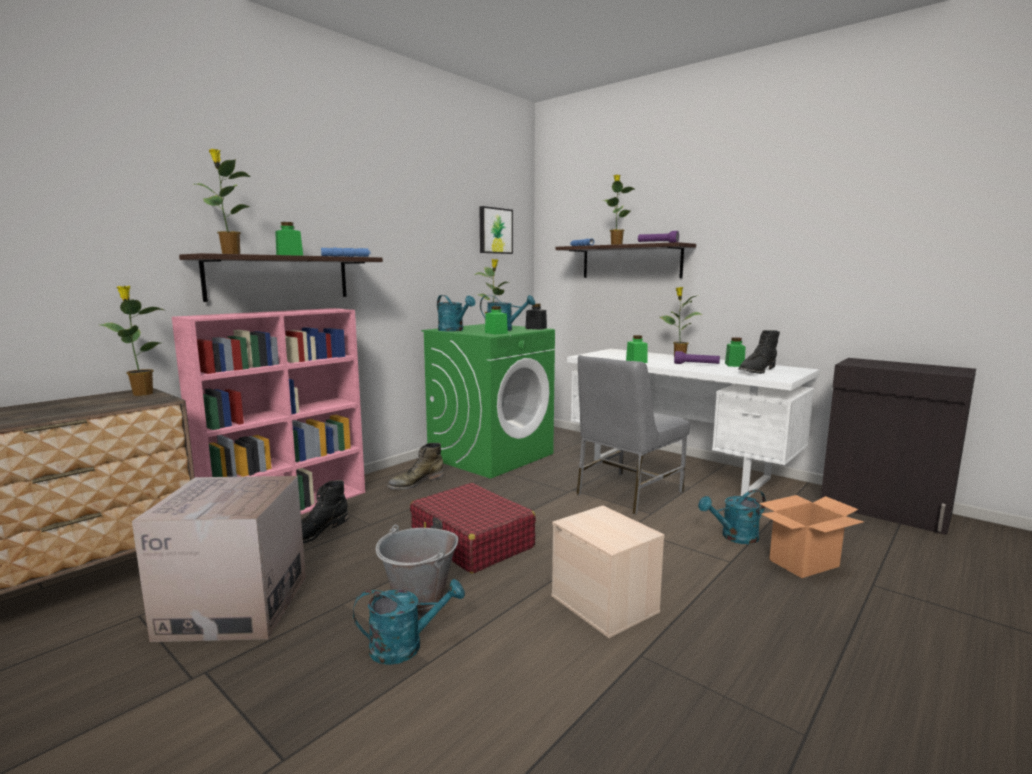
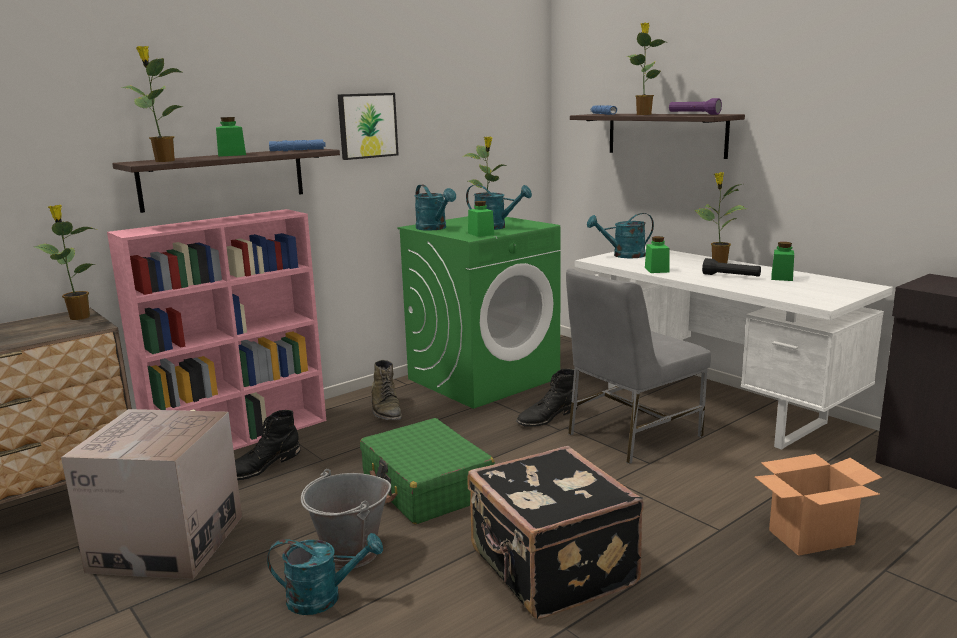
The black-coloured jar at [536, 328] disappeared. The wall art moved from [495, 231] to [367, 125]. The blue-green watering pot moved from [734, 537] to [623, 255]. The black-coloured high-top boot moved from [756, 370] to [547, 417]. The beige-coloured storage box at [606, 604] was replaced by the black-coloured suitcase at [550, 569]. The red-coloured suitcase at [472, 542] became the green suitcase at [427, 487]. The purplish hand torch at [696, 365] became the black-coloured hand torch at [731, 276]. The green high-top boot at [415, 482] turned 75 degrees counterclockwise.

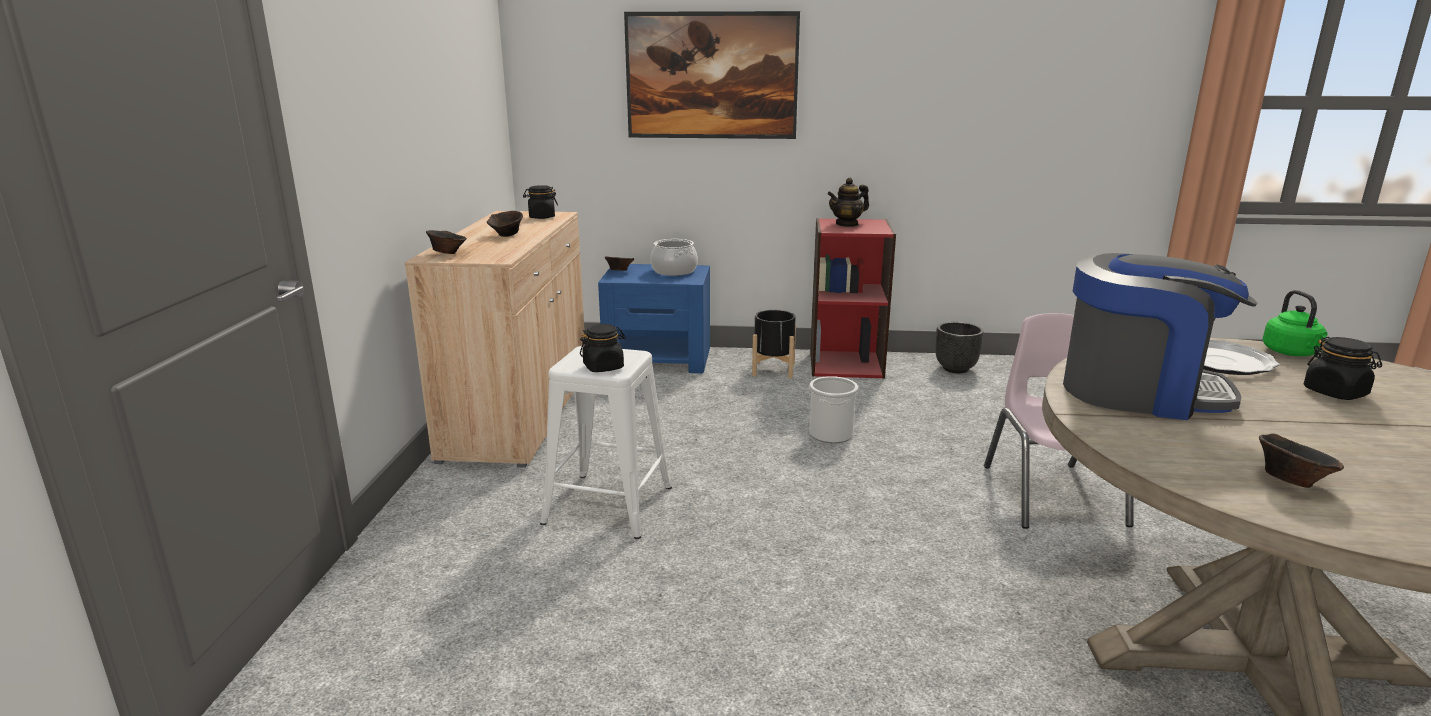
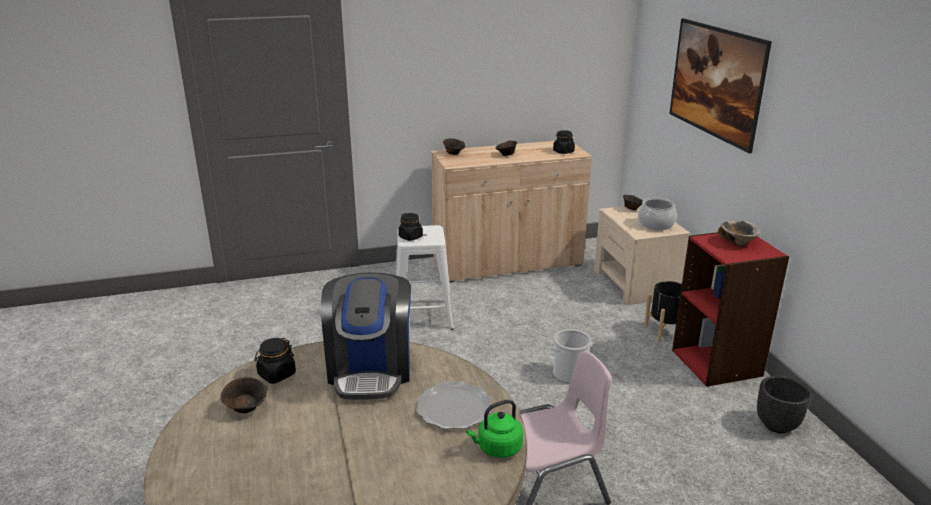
The black-coloured jar moved from [1335, 393] to [276, 374]. The teapot at [847, 224] was replaced by the serving bowl at [738, 242]. The blue night table at [659, 358] became the beige-coloured night table at [636, 283].

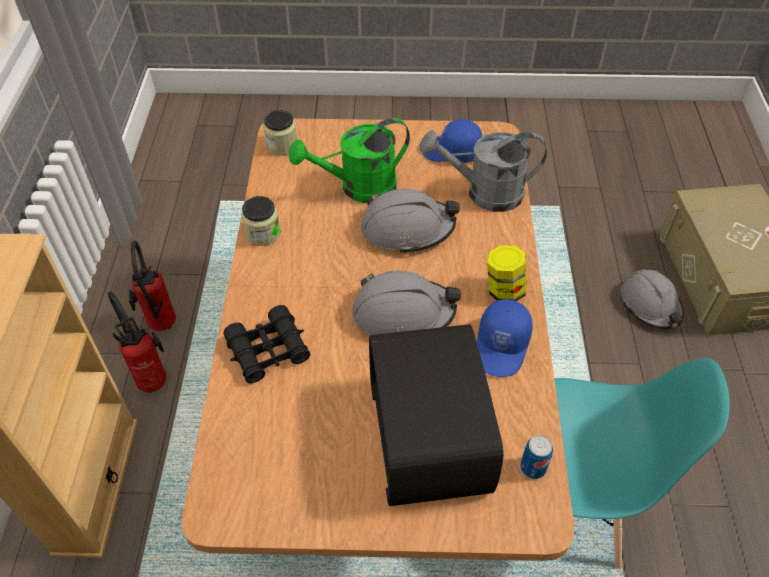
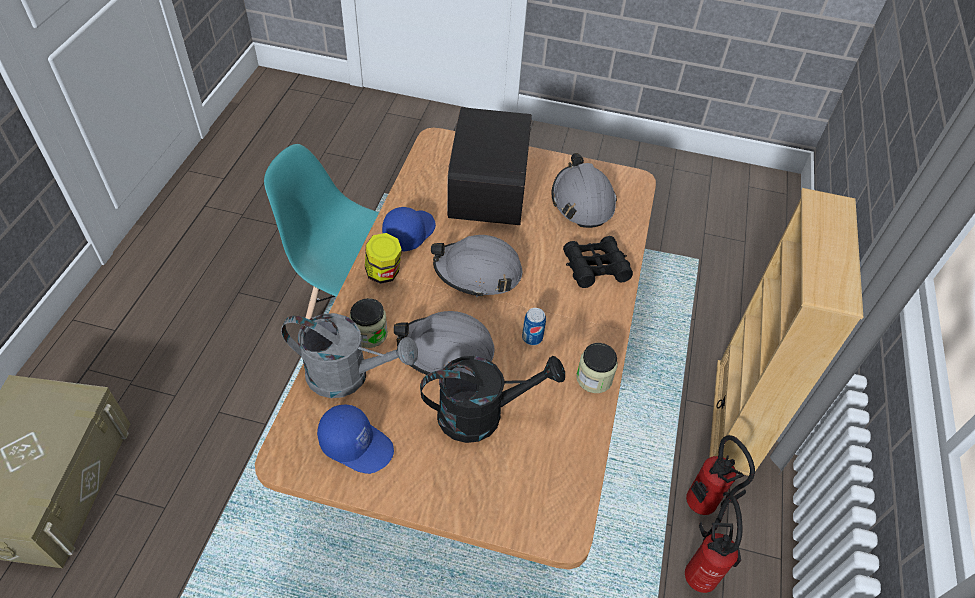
The jar moved from [282, 145] to [369, 334]. The metal can moved from [533, 467] to [532, 338]. The greyish safety helmet moved from [650, 305] to [582, 201]. The green watering pot at [358, 188] became the black-coloured watering pot at [482, 414].

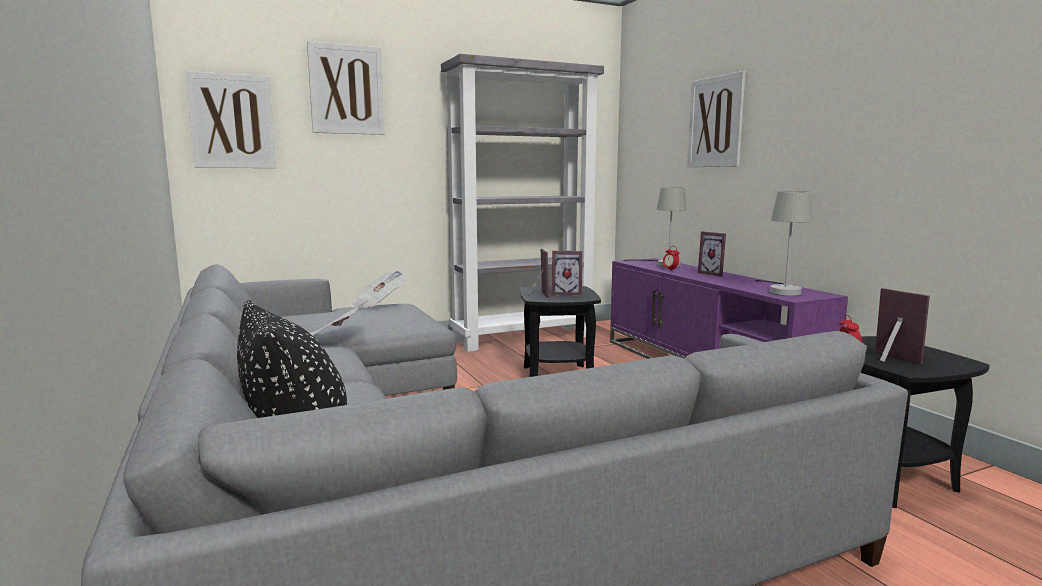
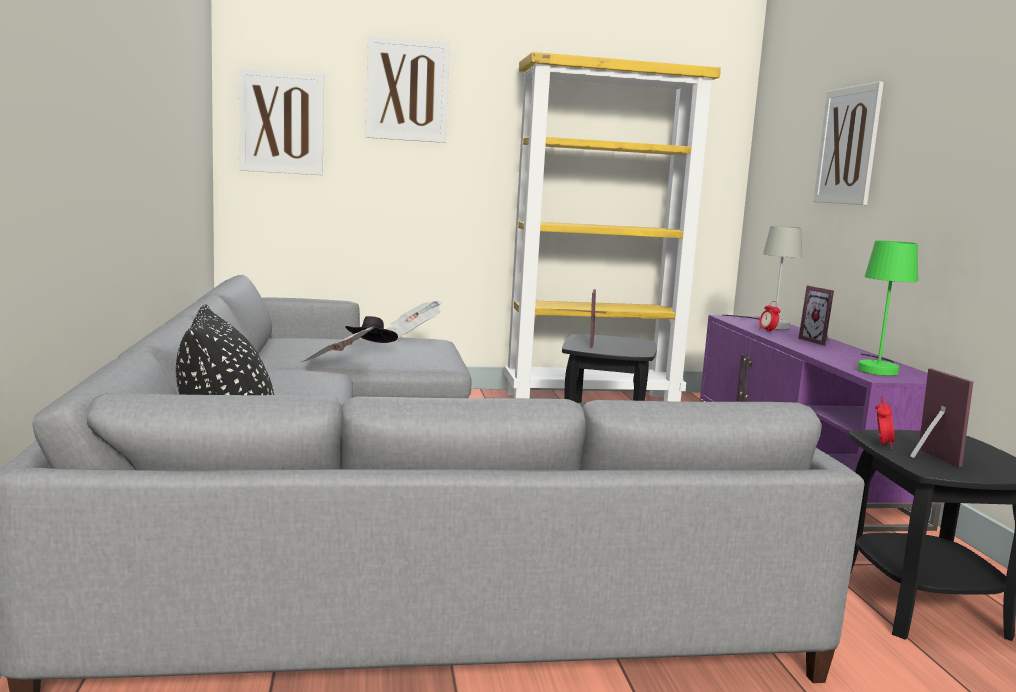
The standing frame at [566, 294] disappeared. The black-coloured clothing hat at [371, 346] appeared. The greyish bookshelf at [523, 338] became the yellow bookshelf at [592, 400]. The greyish table lamp at [783, 291] became the green table lamp at [878, 369].

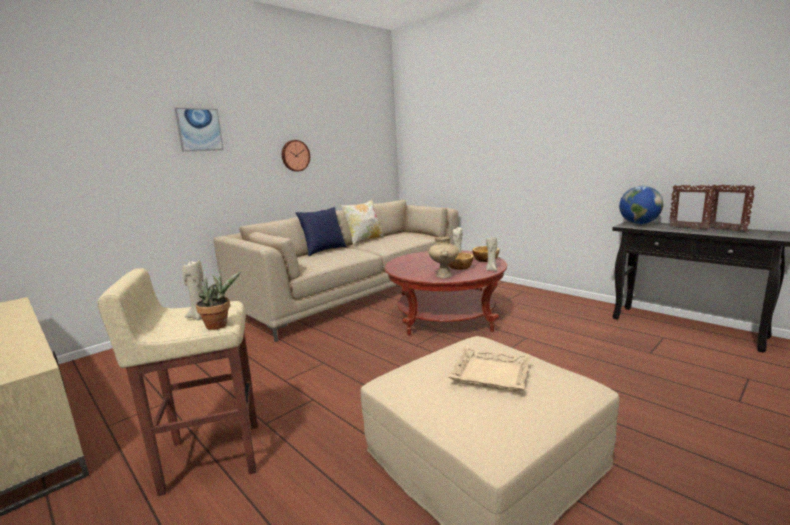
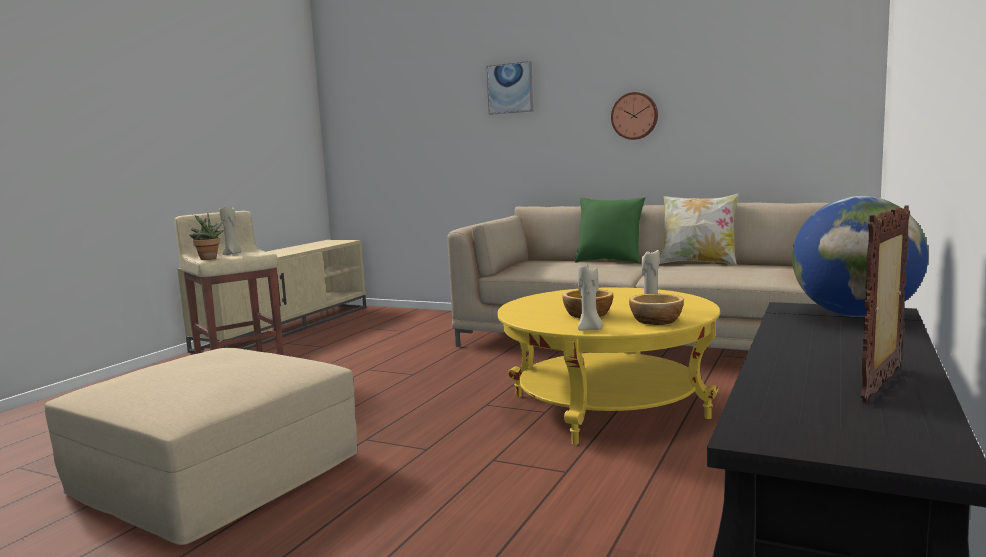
The beige-coloured decorative vase at [443, 275] disappeared. The beige-coloured tray at [491, 374] disappeared. The standing frame at [688, 228] disappeared. The blue throw pillow at [324, 251] became the green throw pillow at [609, 261]. The red-coloured low table at [446, 317] became the yellow low table at [608, 406].

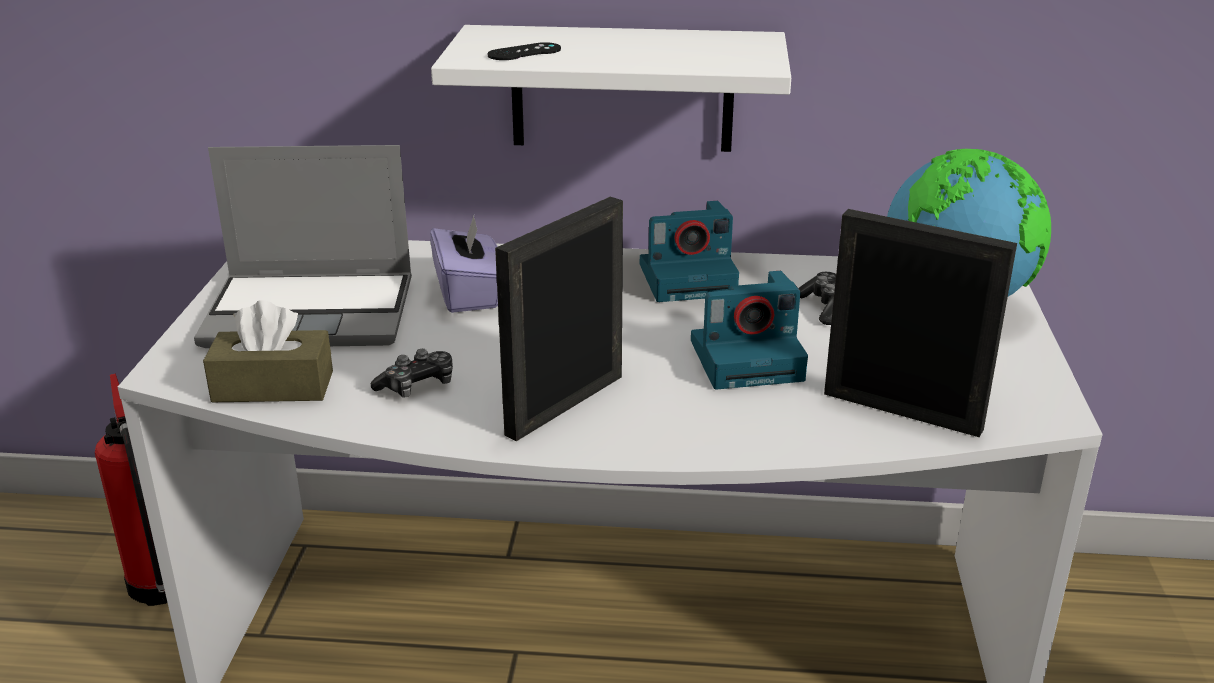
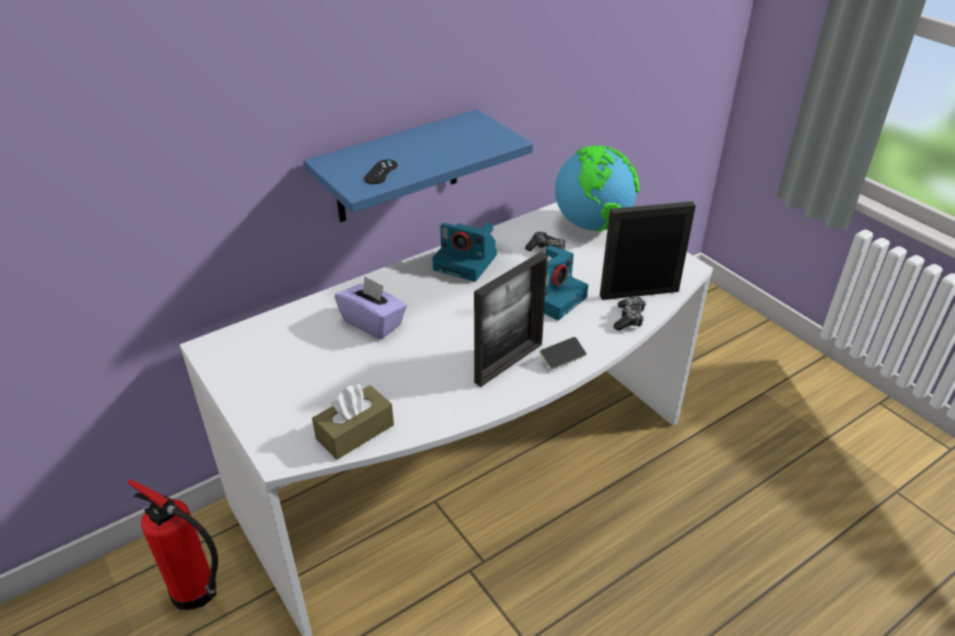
The portable computer at [314, 312] disappeared. The phone at [562, 358] appeared. The joypad moved from [417, 386] to [629, 319]. The white shelf at [622, 89] became the blue shelf at [397, 167]. The standing frame at [565, 405] turned 135 degrees counterclockwise. The photo camera at [689, 278] turned 75 degrees clockwise.

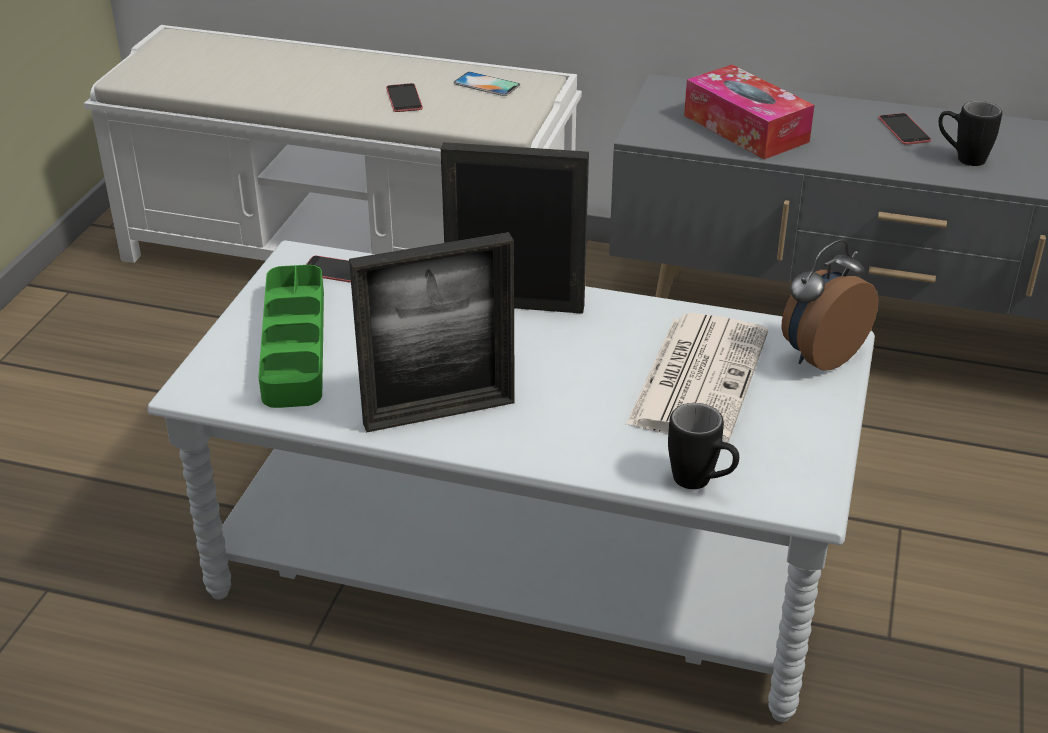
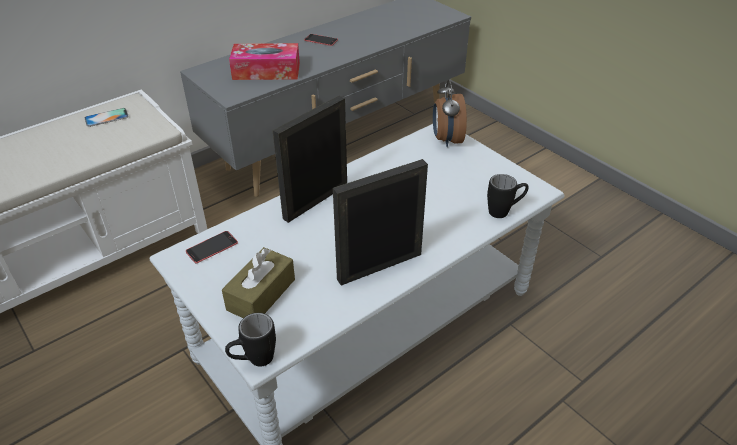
The phone at [404, 98] disappeared. The printed paper at [698, 377] disappeared. The black-coloured coffee mug moved from [961, 158] to [254, 361]. The green tray at [294, 343] was replaced by the brown tissue box at [261, 294]. The standing frame at [439, 413] turned 135 degrees counterclockwise.

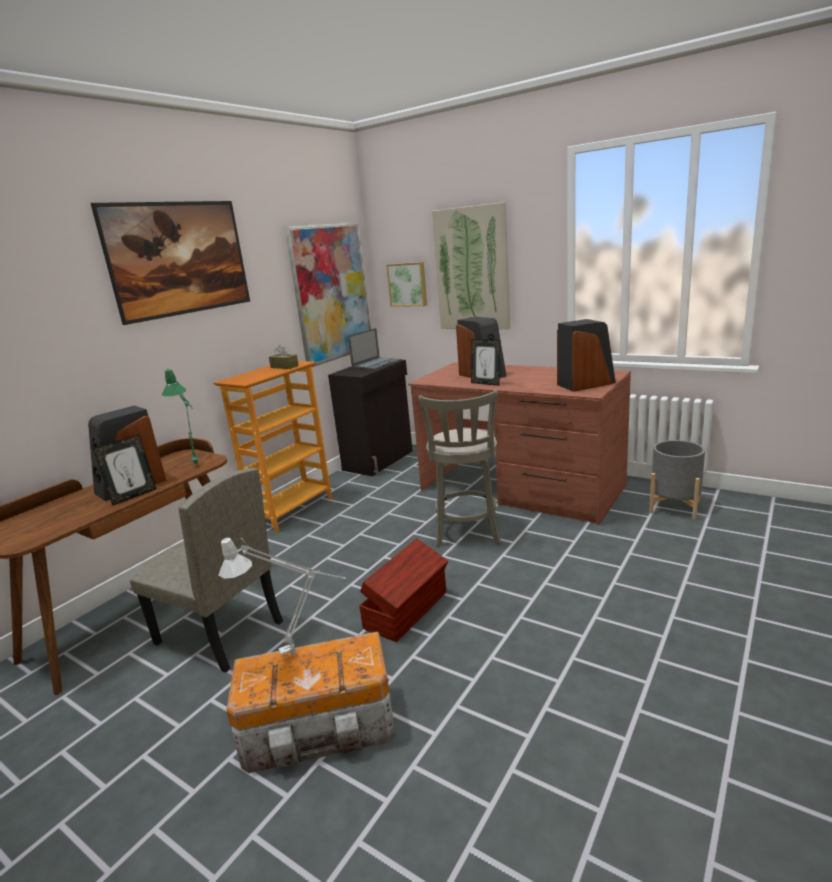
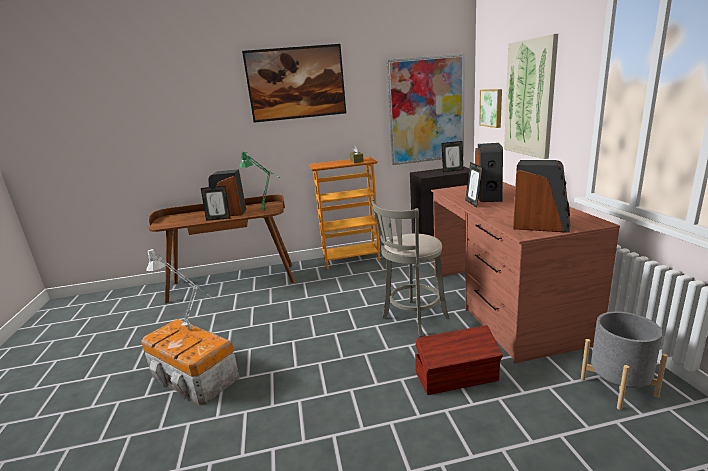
The beige-coloured plain chair at [219, 633] disappeared. The brown storage box moved from [408, 610] to [457, 377]. The portable computer at [377, 364] was replaced by the standing frame at [452, 170].

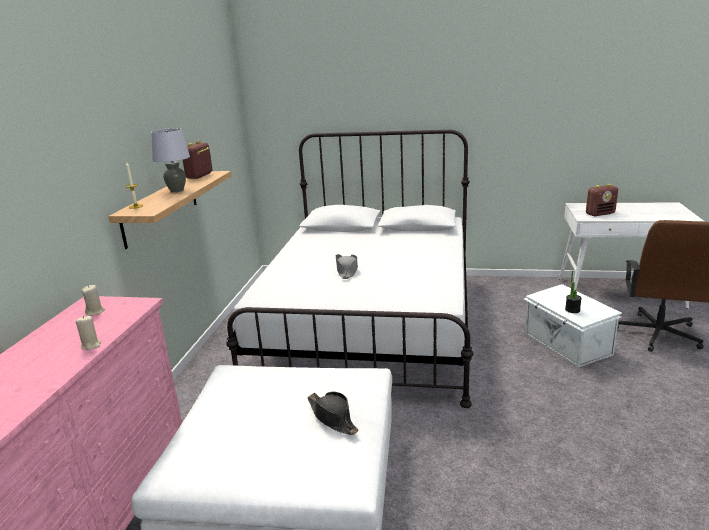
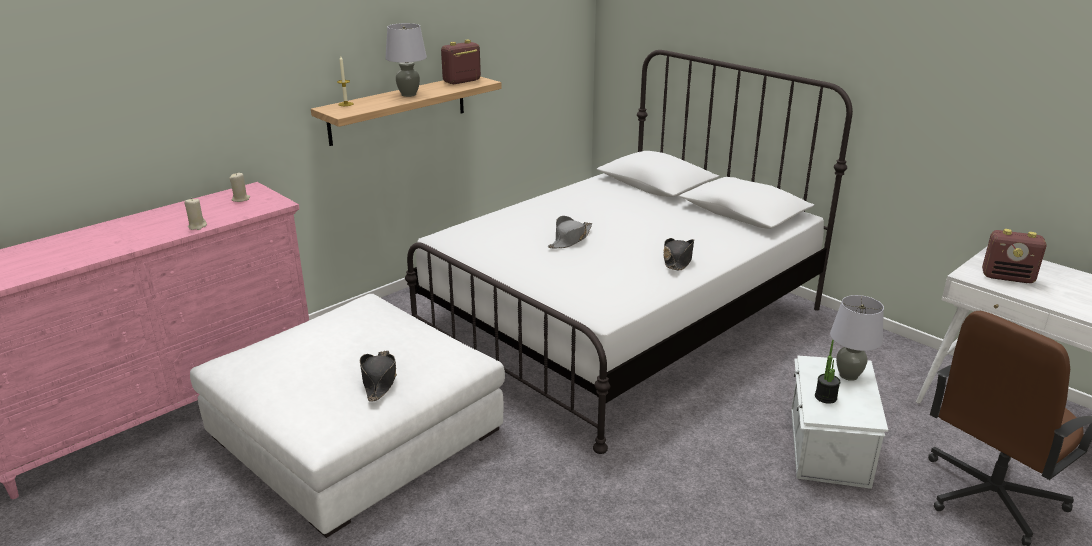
The black-coloured clothing hat at [677, 260] appeared. The greyish table lamp at [848, 375] appeared.

